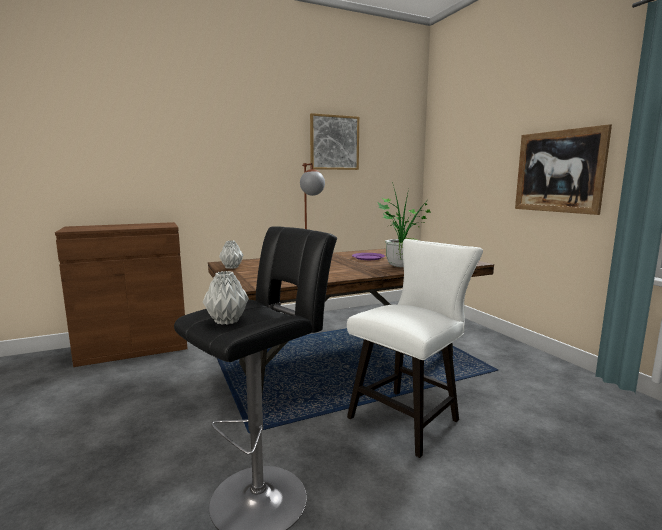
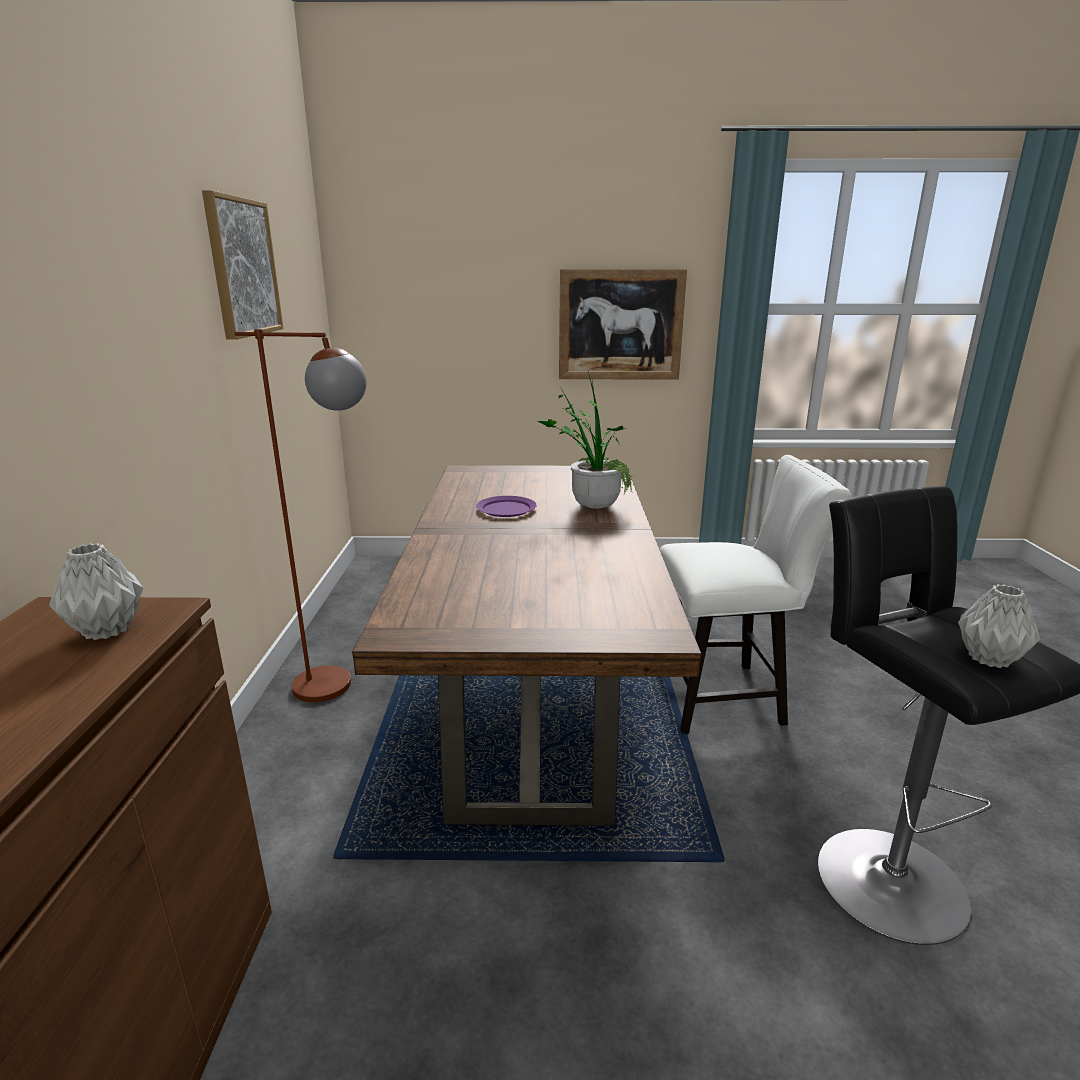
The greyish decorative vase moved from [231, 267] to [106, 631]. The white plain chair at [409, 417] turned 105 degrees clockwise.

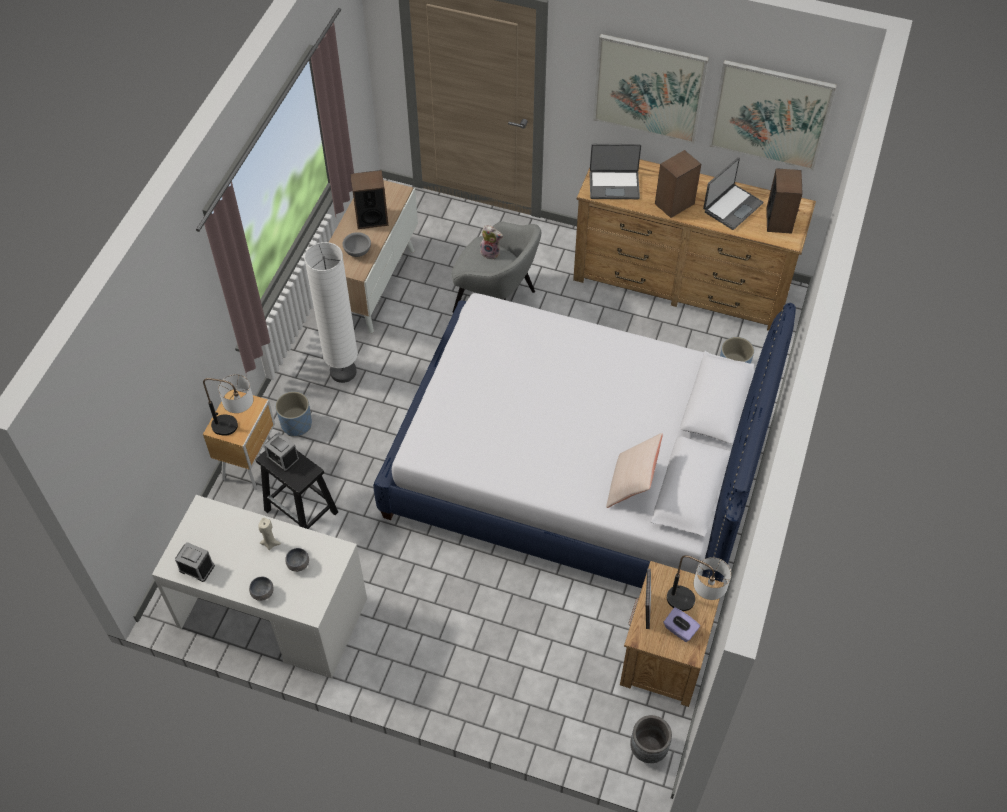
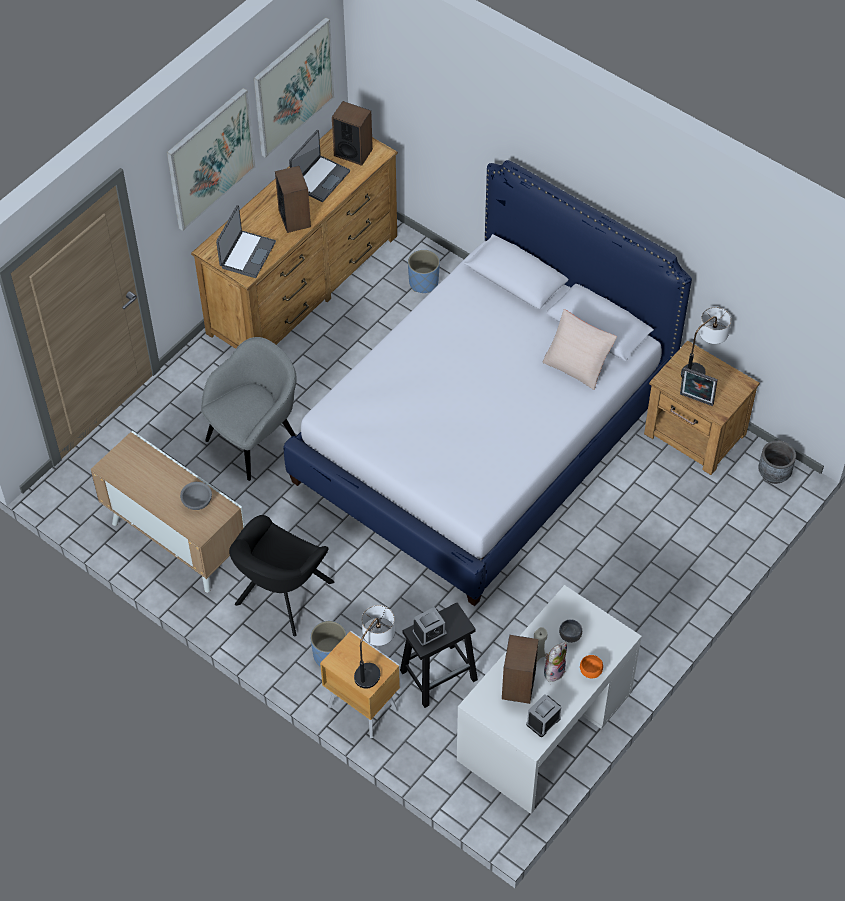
The purplish tissue box at [679, 630] disappeared. The audio speaker moved from [371, 218] to [518, 685]. The plush toy moved from [491, 253] to [553, 670]. The white standing lamp at [343, 372] was replaced by the black-coloured armchair at [281, 597]. The greyish serving bowl at [263, 592] became the orange-coloured serving bowl at [589, 671]. The portable computer at [732, 207] turned 60 degrees clockwise.

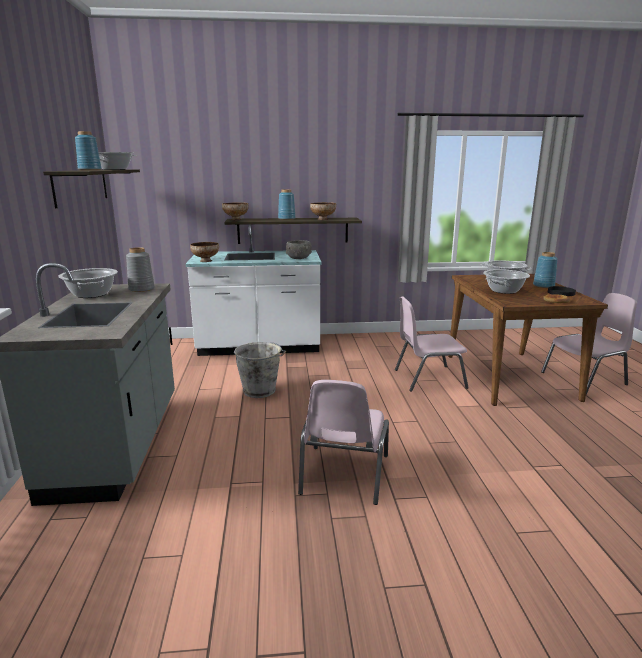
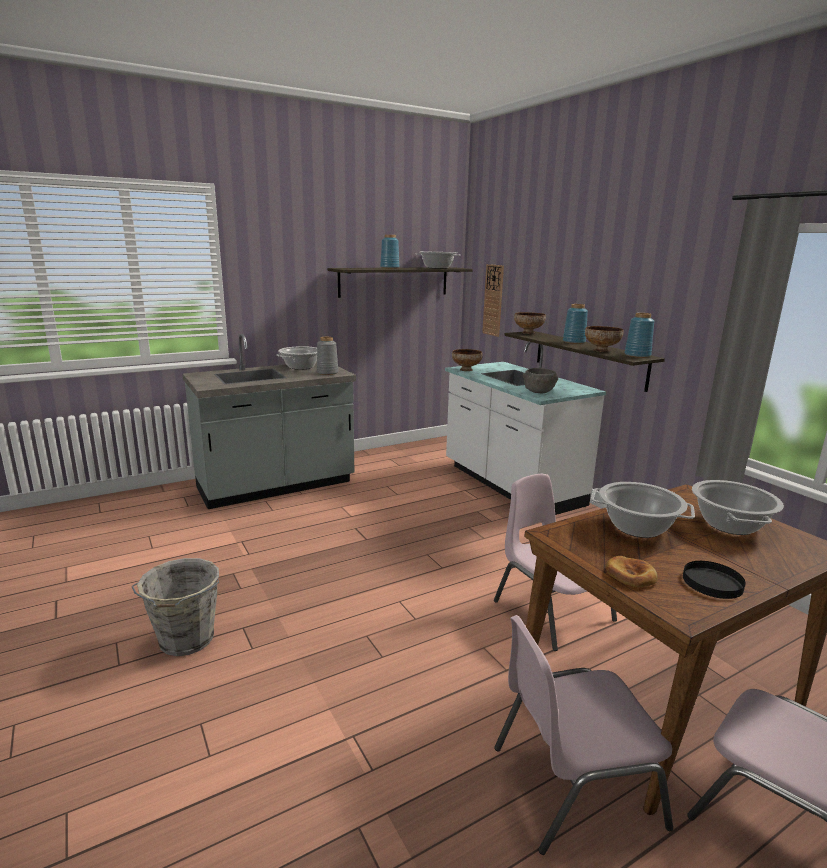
The wall clock at [493, 300] appeared. The greyish bucket moved from [260, 391] to [186, 640]. The pinkish plain chair moved from [343, 475] to [572, 784]. The blue decorative vase moved from [543, 286] to [637, 355].

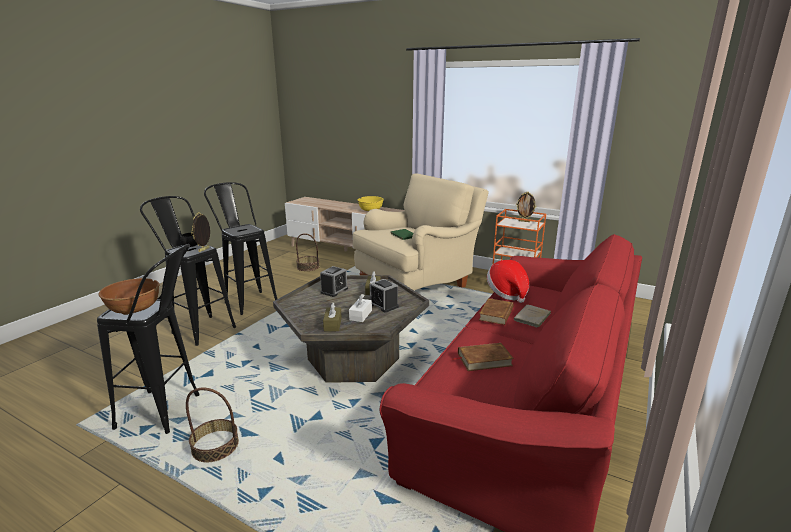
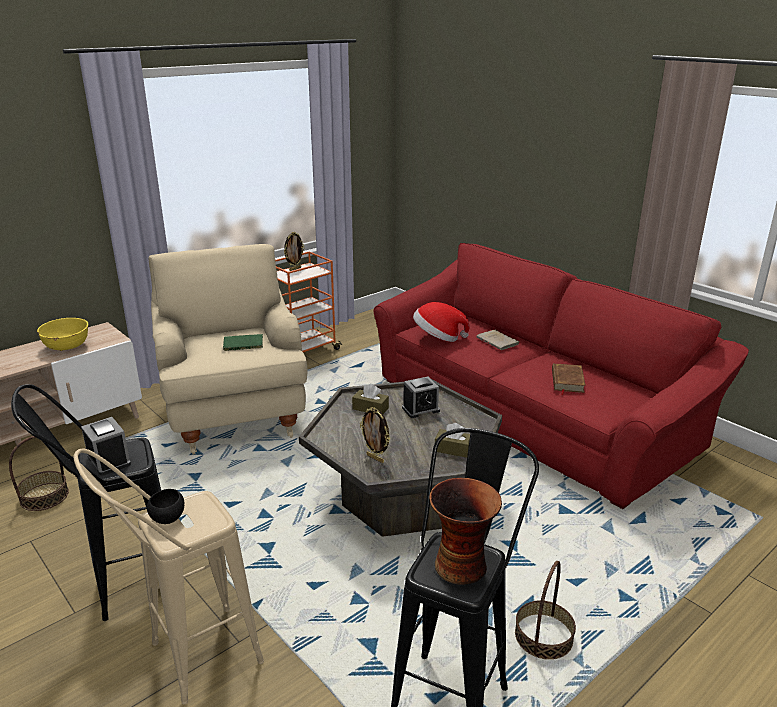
The white tissue box at [360, 315] disappeared. The brown book at [496, 314] disappeared. The standing frame moved from [204, 250] to [375, 458]. The table clock moved from [334, 290] to [109, 460]. The brown serving bowl at [134, 309] was replaced by the decorative vase at [462, 565]. The black-coloured sitting stool at [198, 328] became the beige-coloured sitting stool at [189, 661].

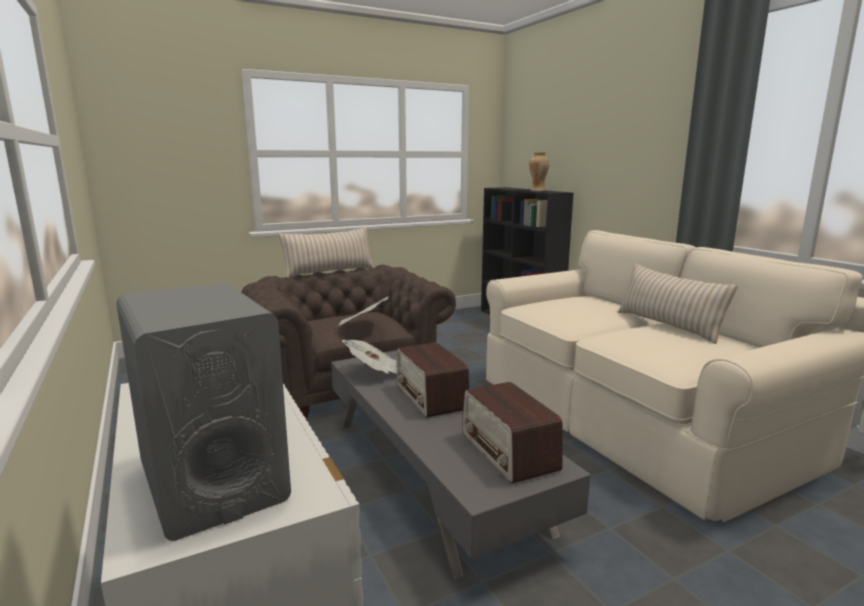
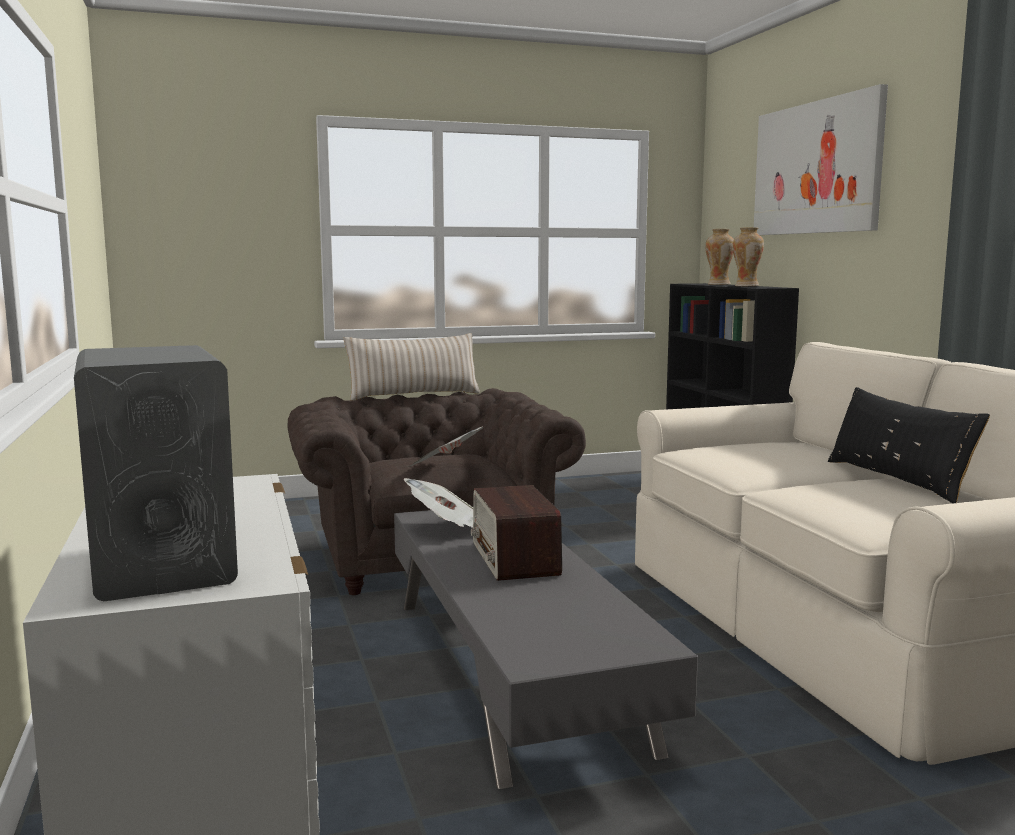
The radio set at [508, 452] disappeared. The decorative vase at [718, 284] appeared. The wall art at [816, 168] appeared. The beige-coloured throw pillow at [668, 325] became the black-coloured throw pillow at [896, 480].

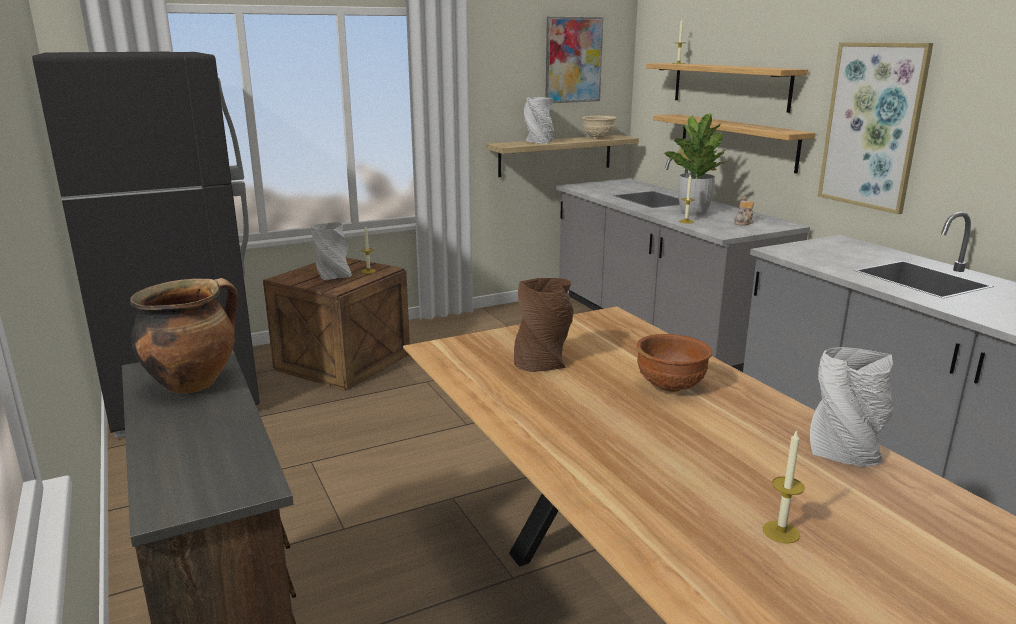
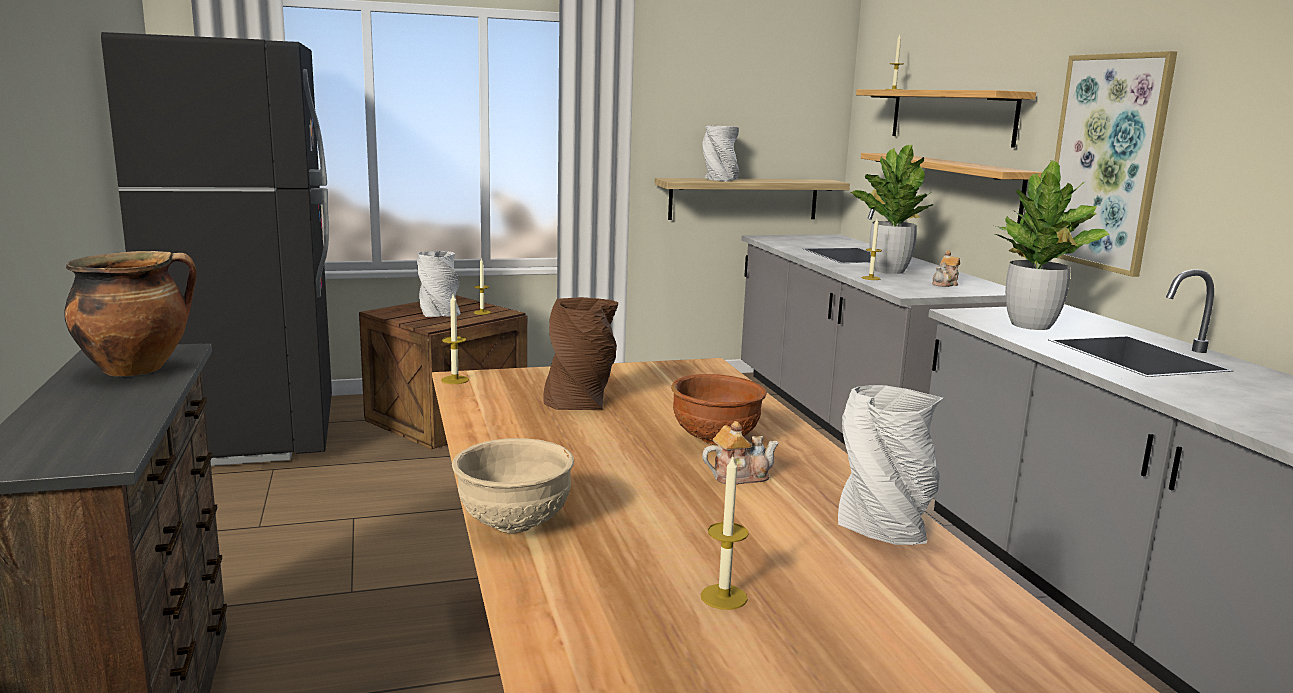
The wall art at [573, 60] disappeared. The wax candle at [455, 380] appeared. The teapot at [739, 476] appeared. The plant in a pot at [1031, 325] appeared. The beige-coloured serving bowl moved from [598, 138] to [513, 524].

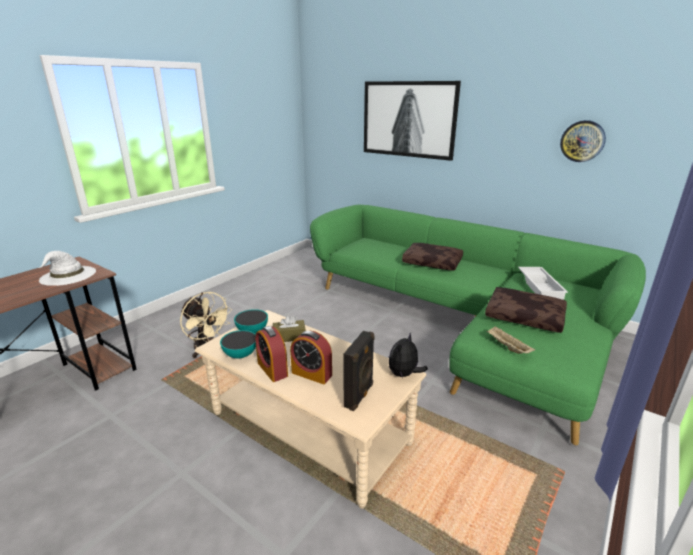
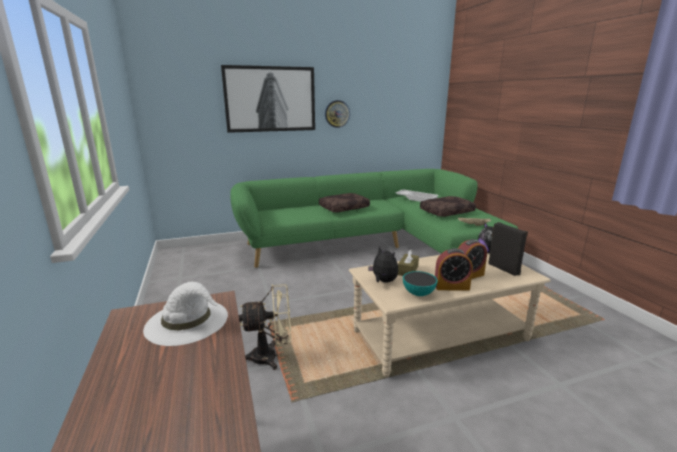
The wall clock moved from [582, 141] to [337, 114]. The serving bowl at [252, 331] was replaced by the plush toy at [383, 281].

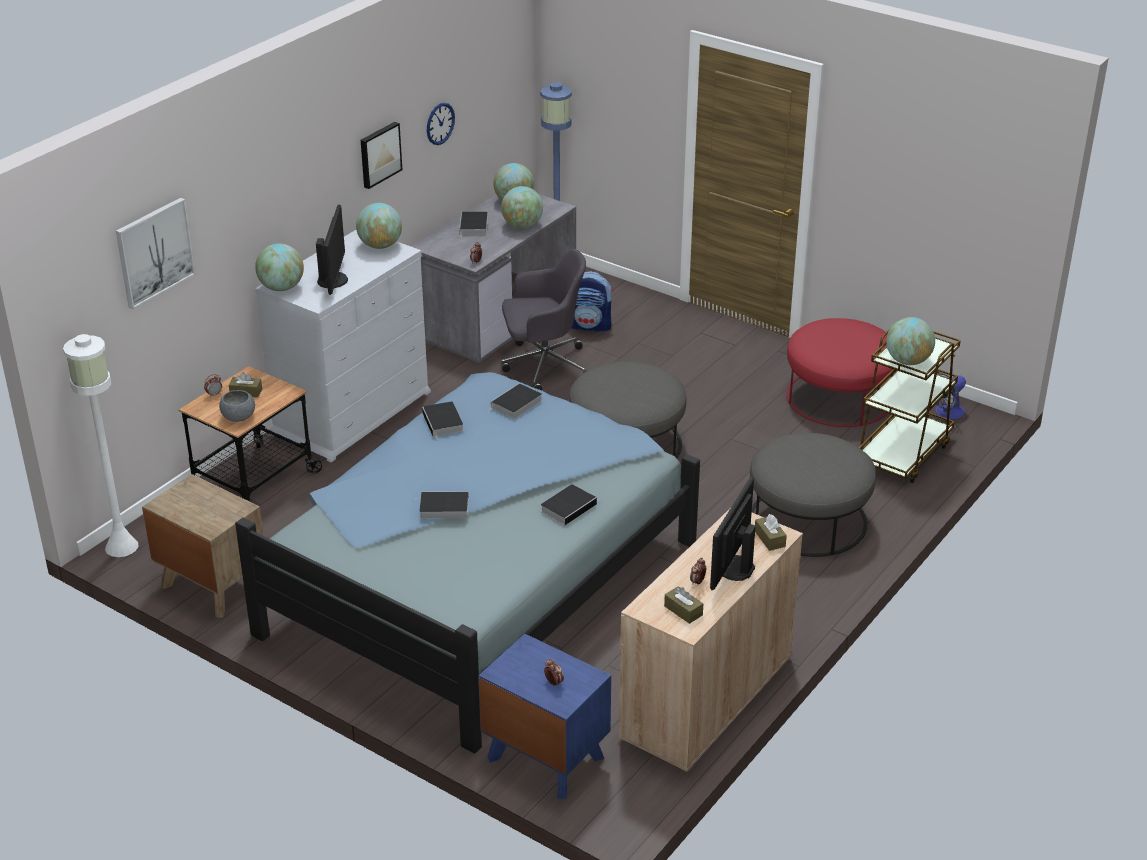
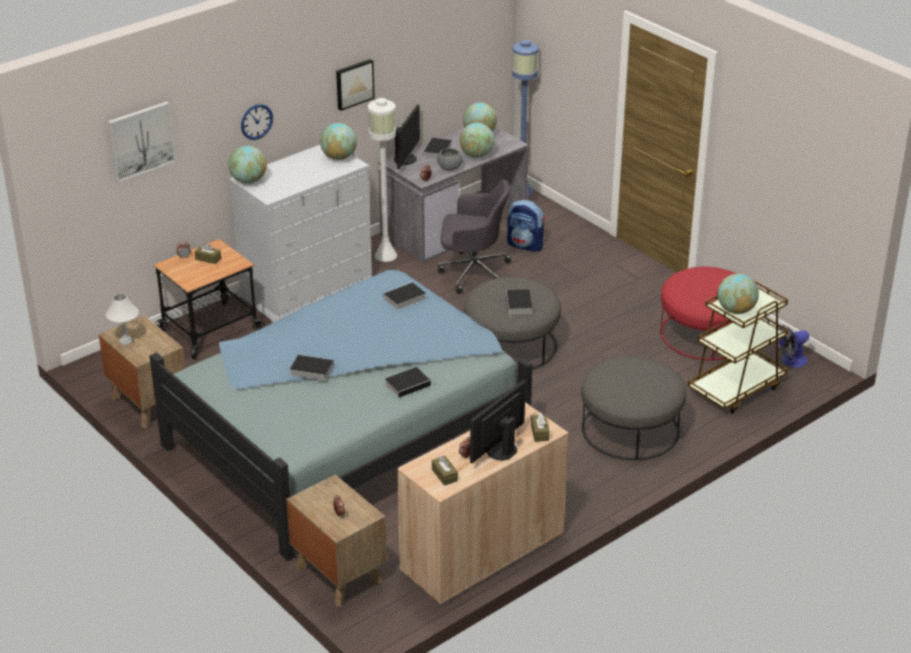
The white table lamp at [126, 341] appeared. The white standing lamp moved from [122, 546] to [386, 255]. The greyish serving bowl moved from [238, 417] to [449, 168]. The computer display moved from [334, 280] to [406, 159]. The book moved from [443, 423] to [519, 305]. The wall clock moved from [440, 123] to [256, 121]. The blue night table at [544, 757] became the brown night table at [338, 574].

